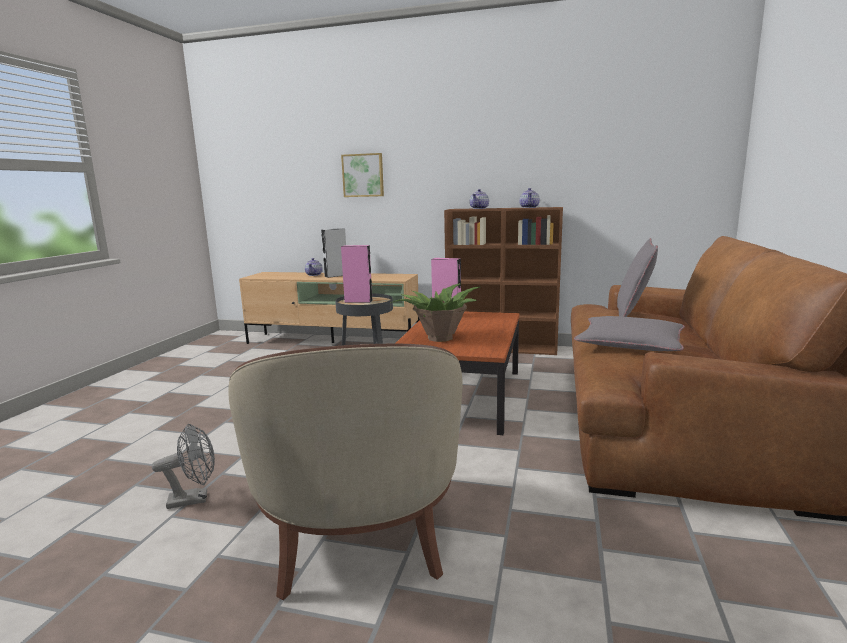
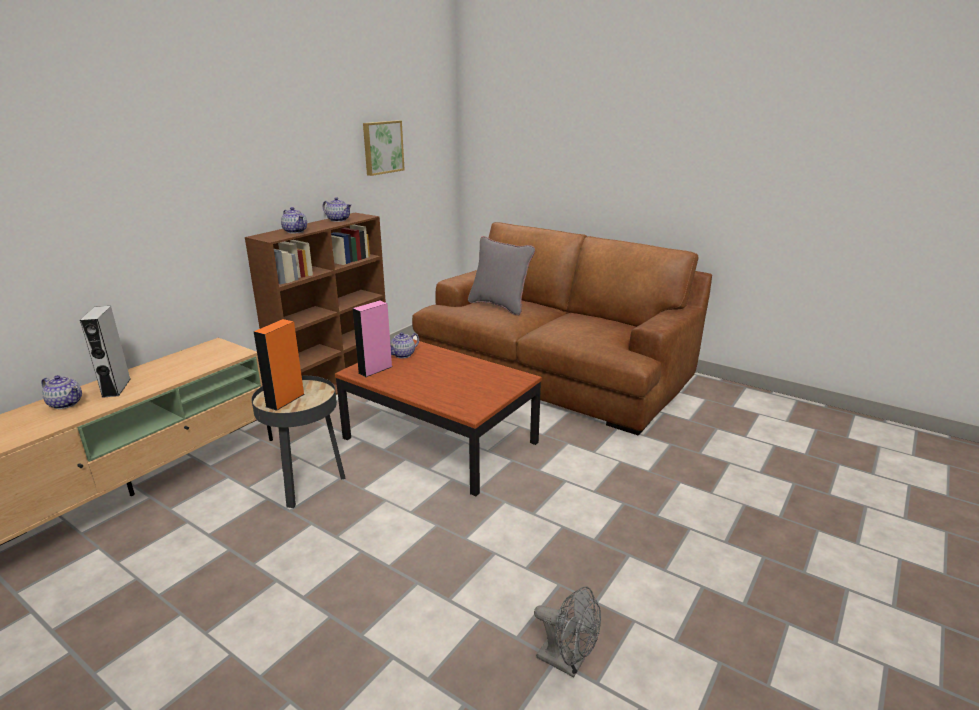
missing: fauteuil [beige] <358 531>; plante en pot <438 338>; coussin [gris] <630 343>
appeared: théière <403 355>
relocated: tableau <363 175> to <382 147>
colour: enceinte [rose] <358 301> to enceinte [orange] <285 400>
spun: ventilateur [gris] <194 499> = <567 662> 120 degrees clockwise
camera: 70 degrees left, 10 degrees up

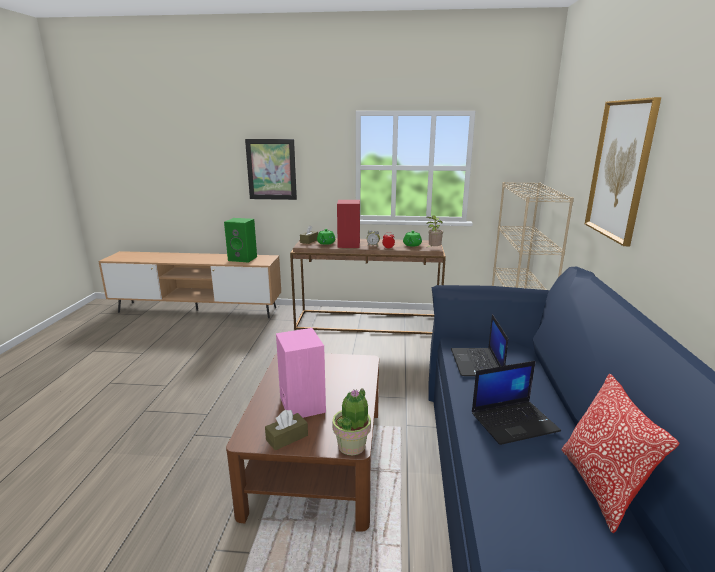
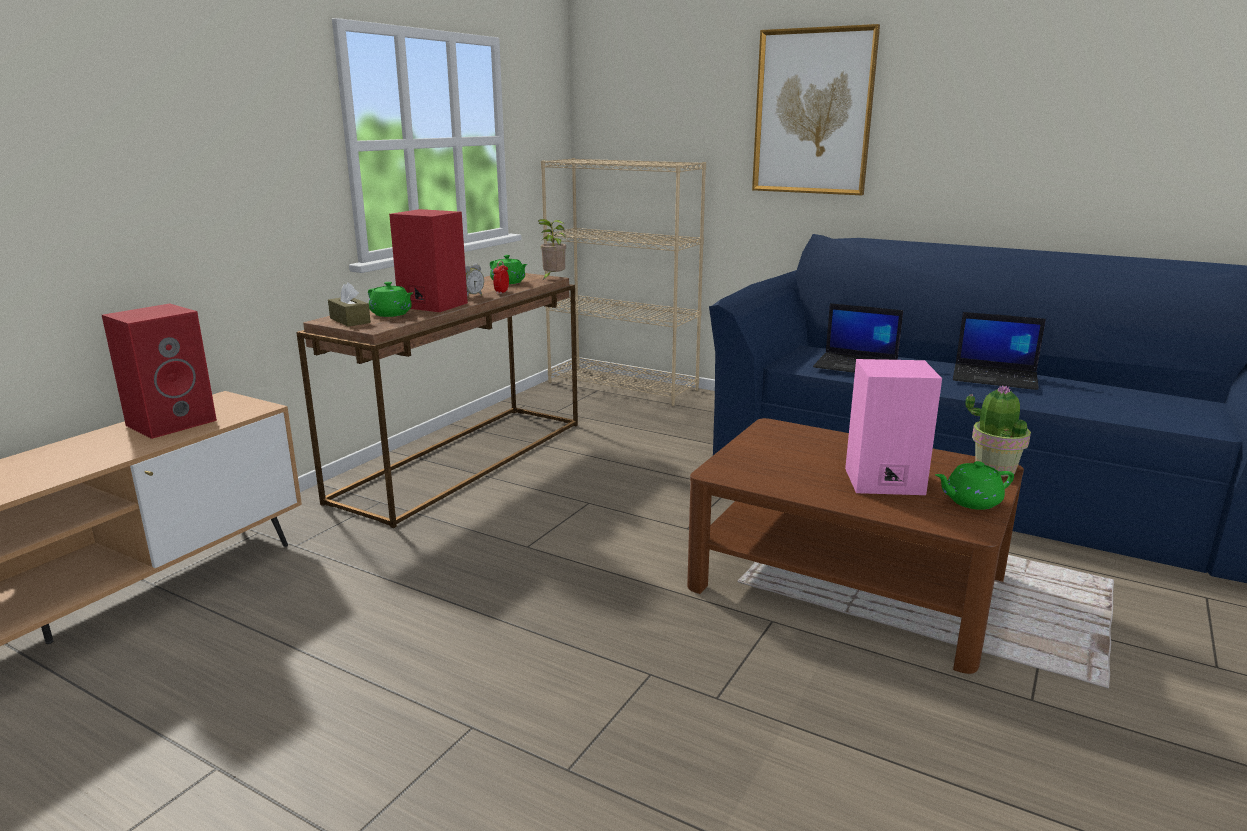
missing: tableau <271 169>; coussin <600 487>
exchanged: boîte à mouchoirs [marron] <287 437> to théière [vert] <971 502>
colour: enceinte [vert] <243 258> to enceinte [rouge] <172 422>
spun: ordinateur portable <514 421> = <996 377> 105 degrees clockwise
camera: 65 degrees left, 0 degrees up

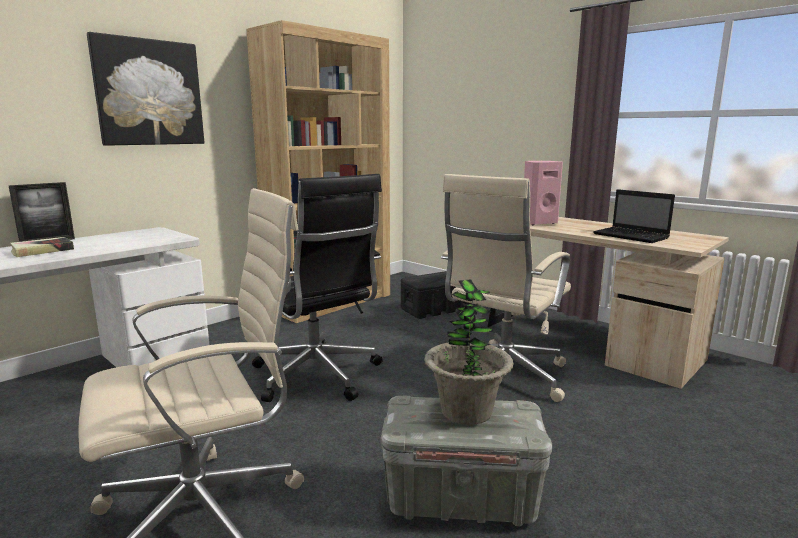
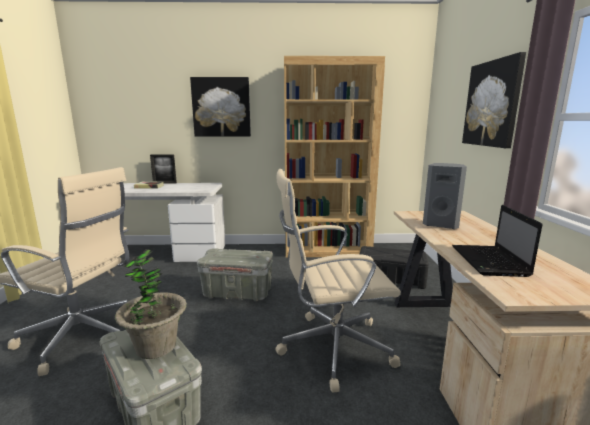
appeared: tableau <492 104>
exchanged: chaise de bureau [noir] <318 376> to boîte de rangement [gris] <237 293>
colour: enceinte [rose] <538 223> to enceinte [gris] <441 225>
camera: 45 degrees right, 0 degrees up

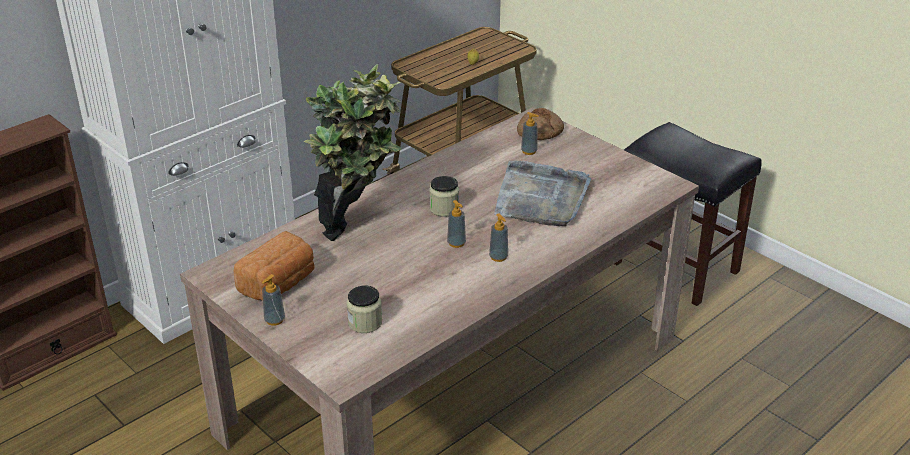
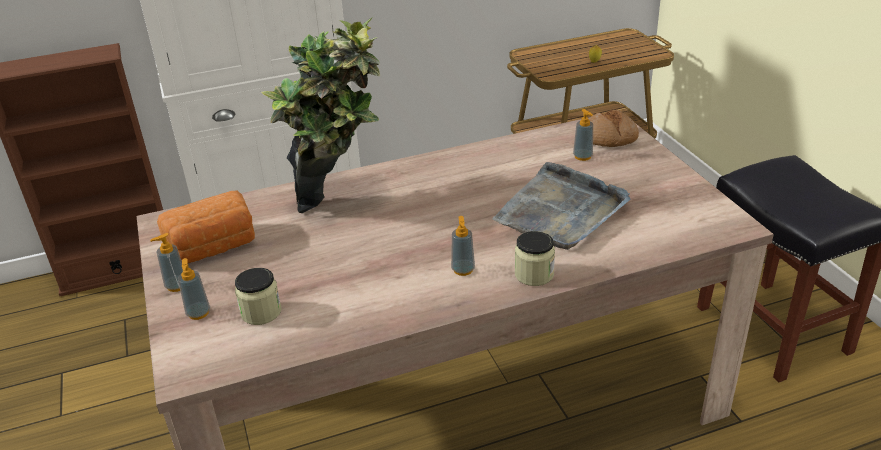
relocated: bocal <444 209> to <534 274>; distributeur de savon <456 243> to <198 313>
camera: 25 degrees right, 0 degrees up

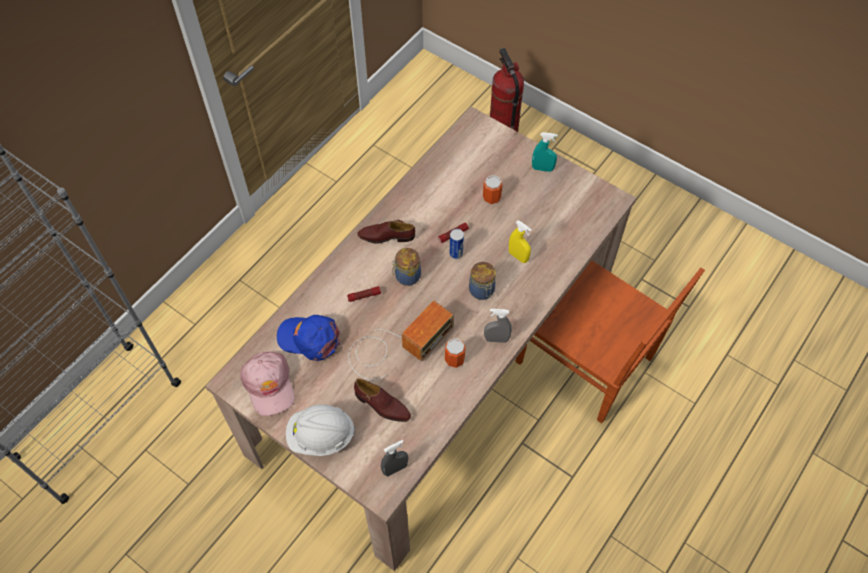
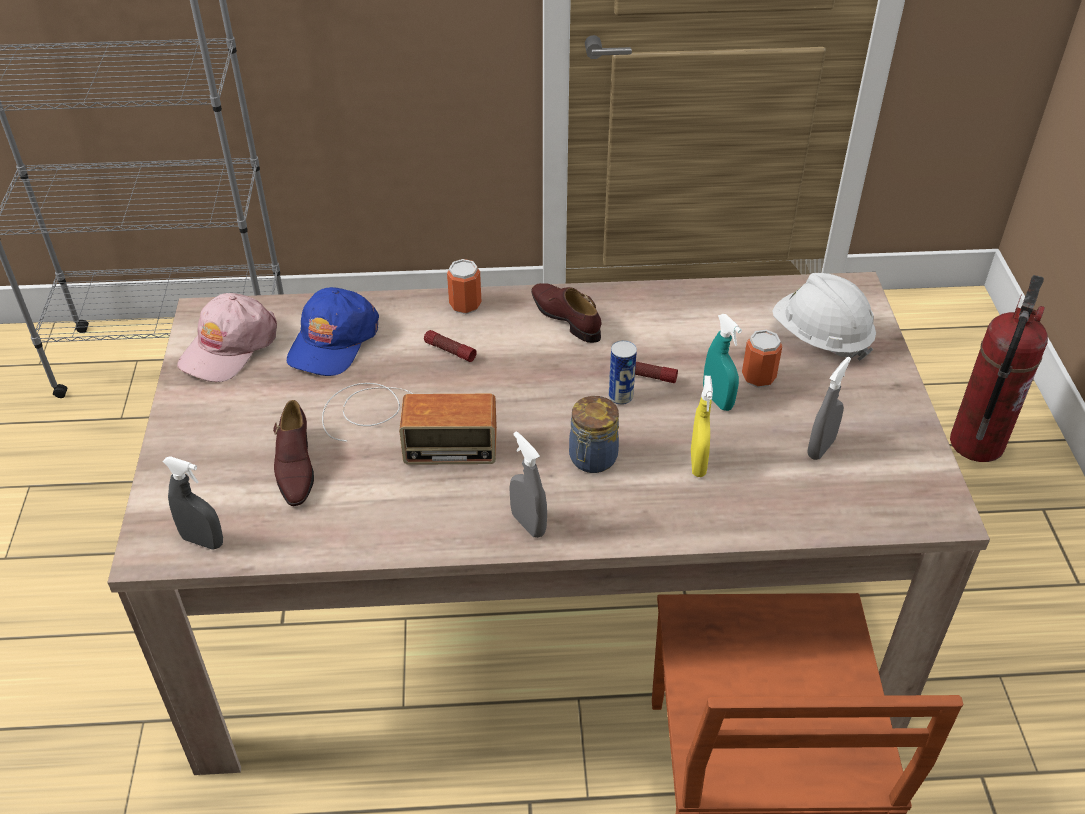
missing: bocal <406 276>
appeared: vaporisateur [gris] <821 448>
relocated: casque de chantier [blanc] <321 436> to <820 338>; boîte métallique <454 359> to <465 305>; vaporisateur [turquoise] <542 168> to <717 400>
spun: casquette [bleu] <309 338> = <332 341> 135 degrees counterclockwise
camera: 50 degrees right, 15 degrees down

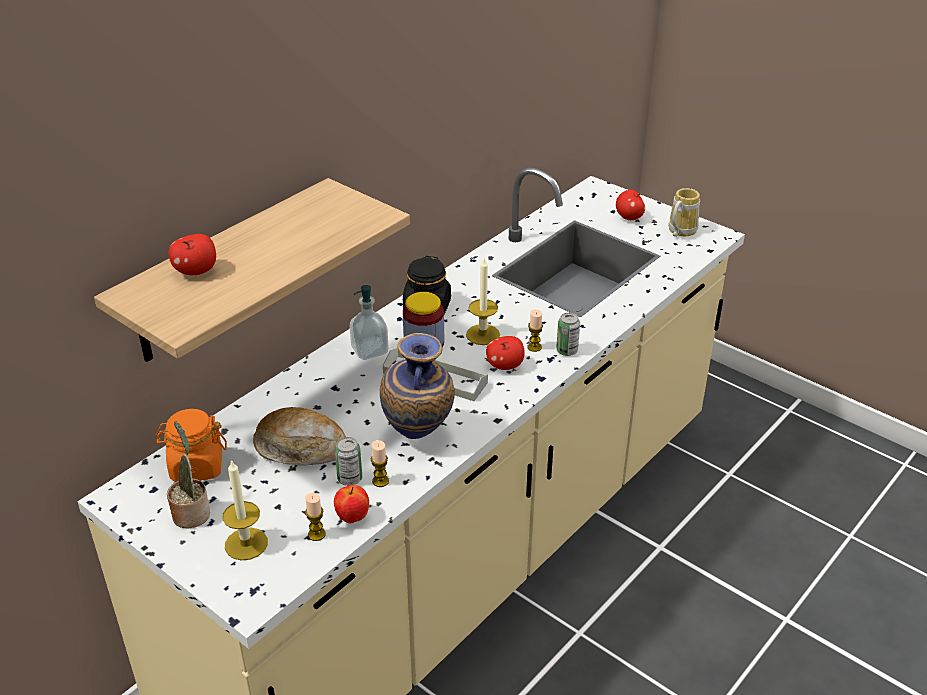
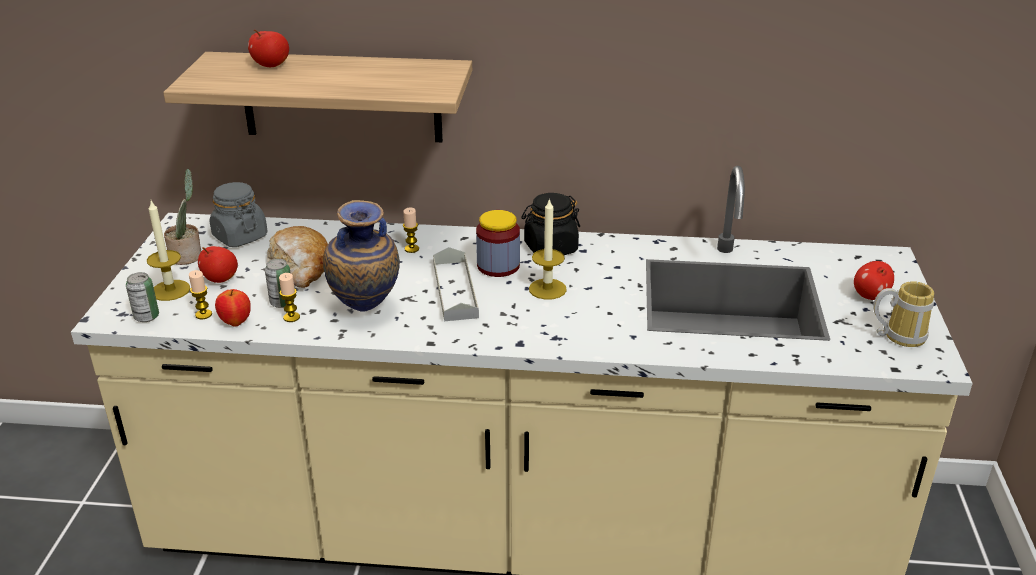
missing: distributeur de savon <370 350>
relocated: pomme <505 366> to <220 279>; bougie <534 347> to <411 249>; boîte métallique <567 351> to <146 317>
colour: bocal [orange] <196 466> to bocal [gris] <240 236>
camera: 55 degrees right, 5 degrees down

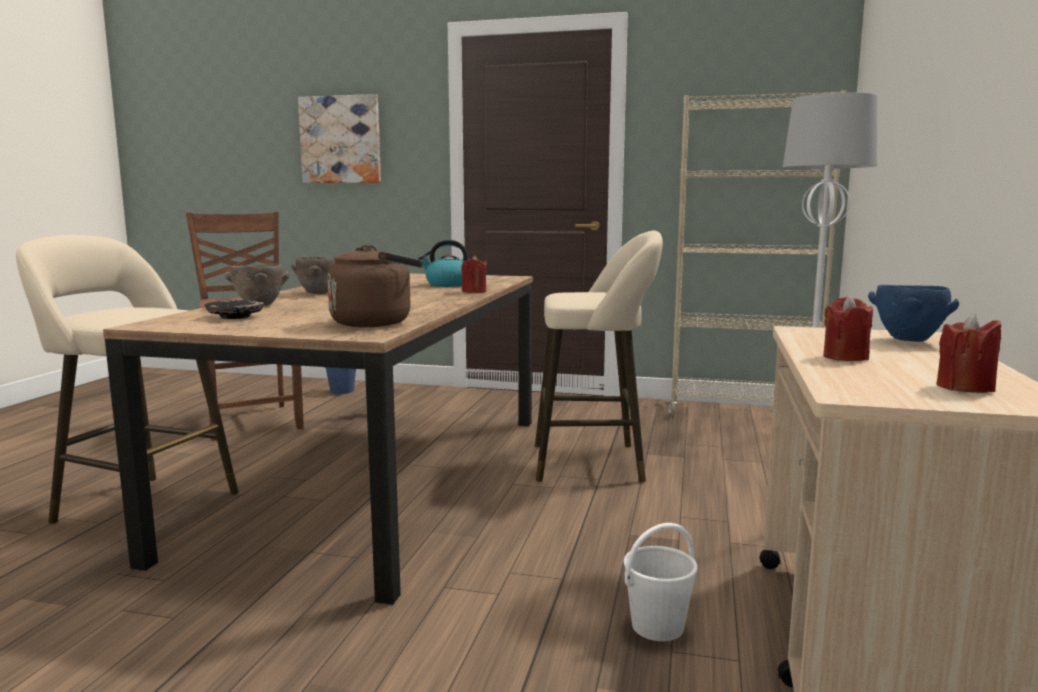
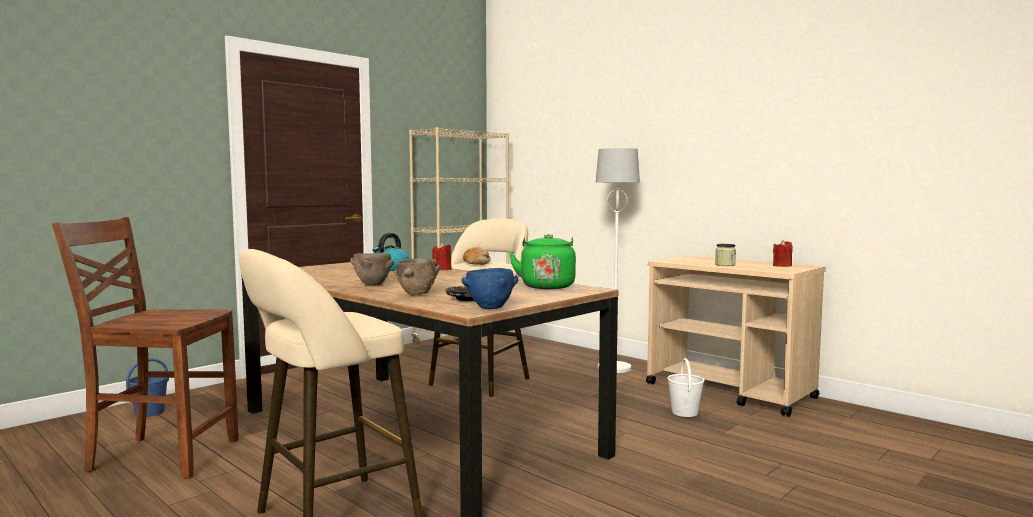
missing: tableau <341 140>
appeared: pain <477 263>
relocated: bol [bleu] <910 341> to <491 308>
exchanged: bougie [rouge] <845 357> to bocal <725 265>
colour: bouilloire [marron] <376 322> to bouilloire [vert] <547 286>
camera: 60 degrees left, 5 degrees down

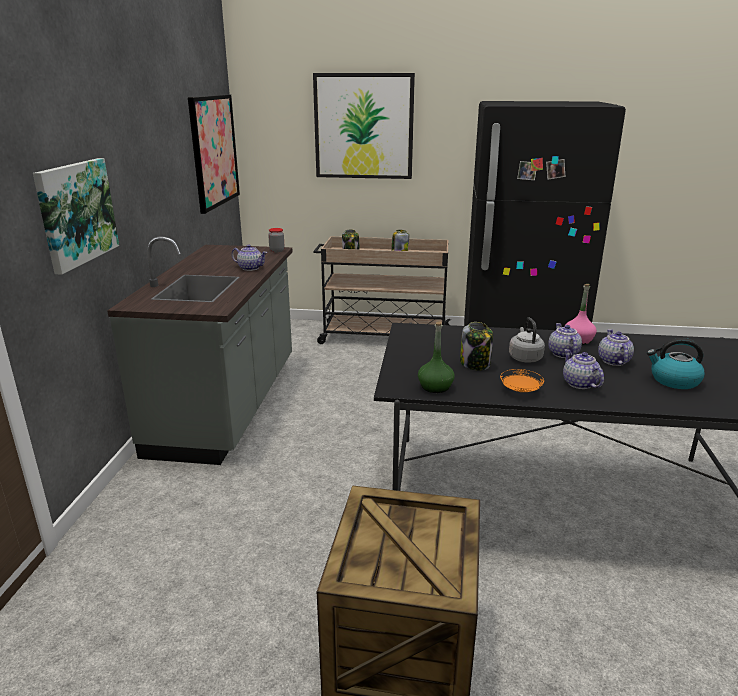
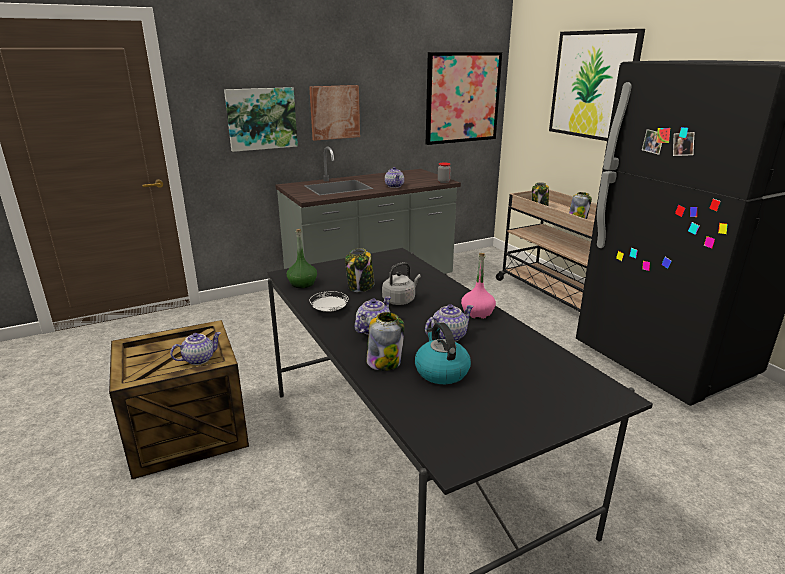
appeared: tableau <334 112>; bocal <384 362>
relocated: théière <562 354> to <199 359>
colour: assiette [orange] <520 391> to assiette [blanc] <329 311>
camera: 55 degrees right, 0 degrees up

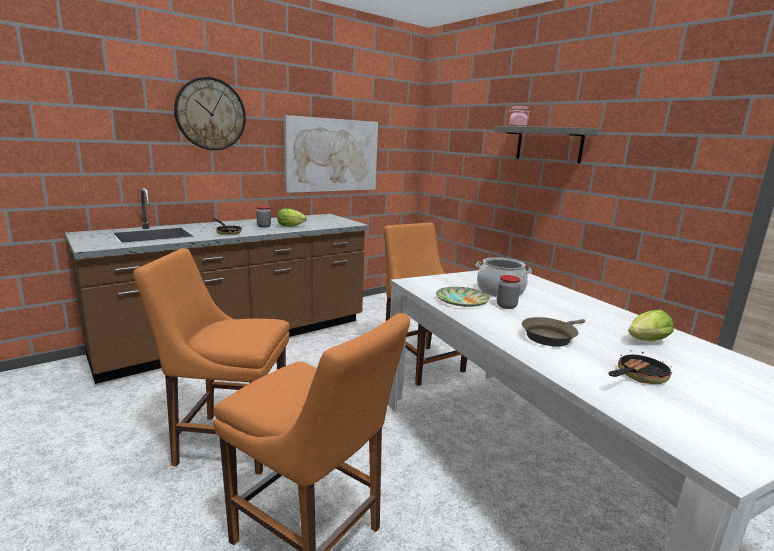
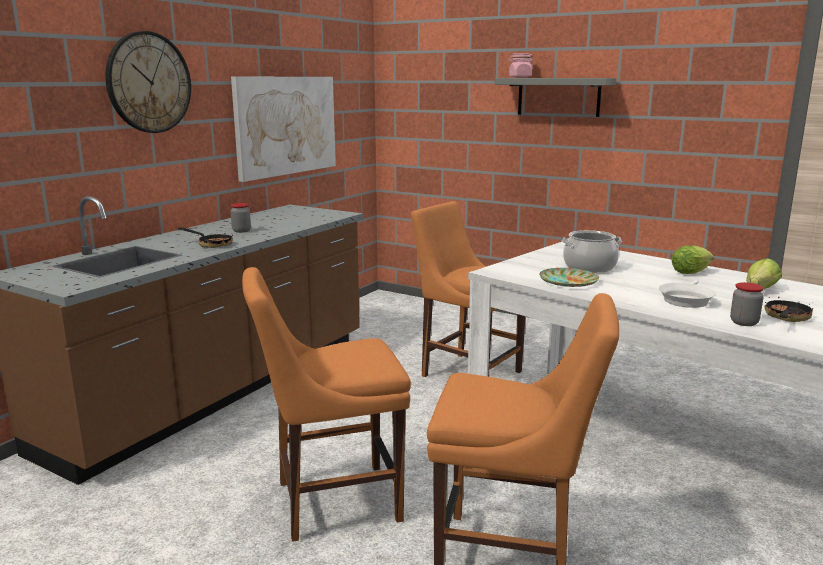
relocated: laitue <292 226> to <692 272>; bocal <506 306> to <744 322>
colour: poêle [marron] <550 336> to poêle [blanc] <685 300>
camera: 20 degrees left, 0 degrees up

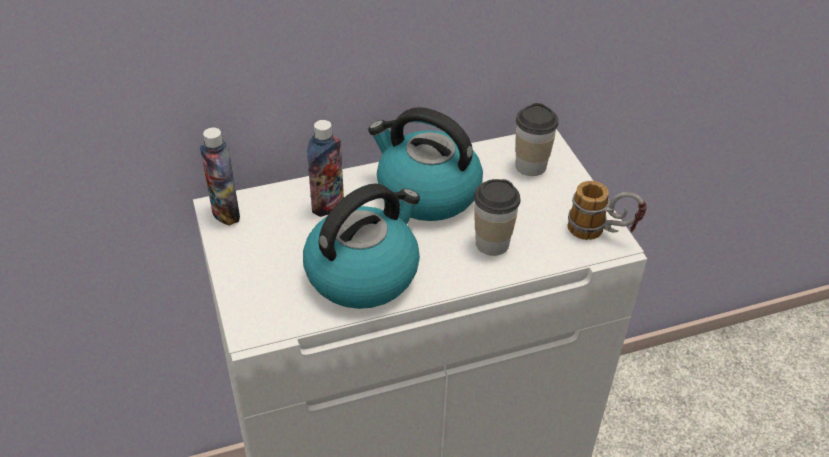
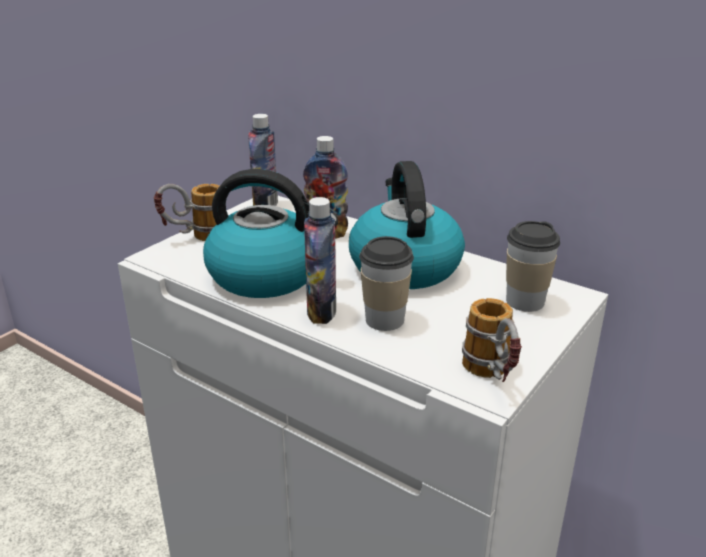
appeared: mug <195 237>; bouteille <321 312>
camera: 55 degrees right, 15 degrees down

